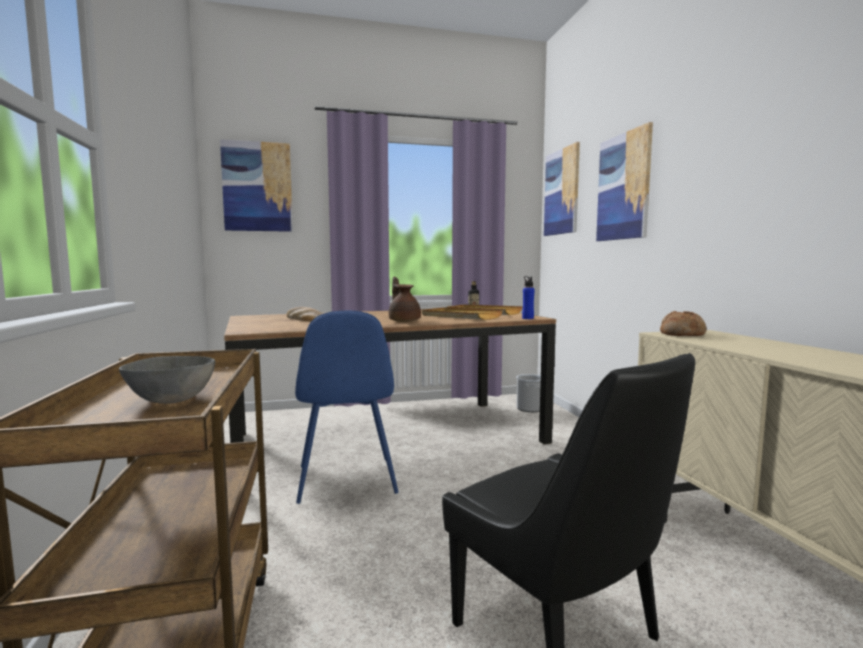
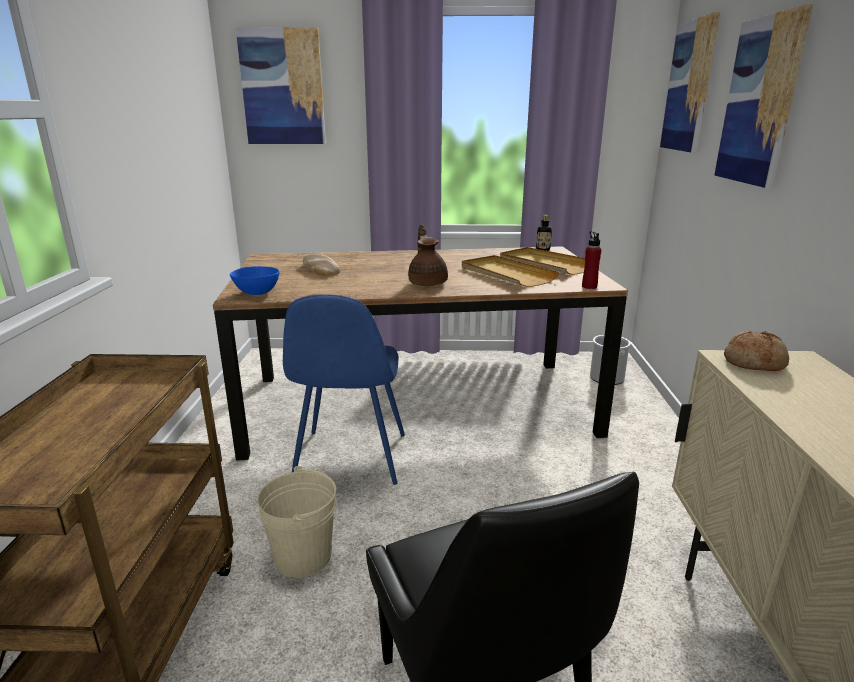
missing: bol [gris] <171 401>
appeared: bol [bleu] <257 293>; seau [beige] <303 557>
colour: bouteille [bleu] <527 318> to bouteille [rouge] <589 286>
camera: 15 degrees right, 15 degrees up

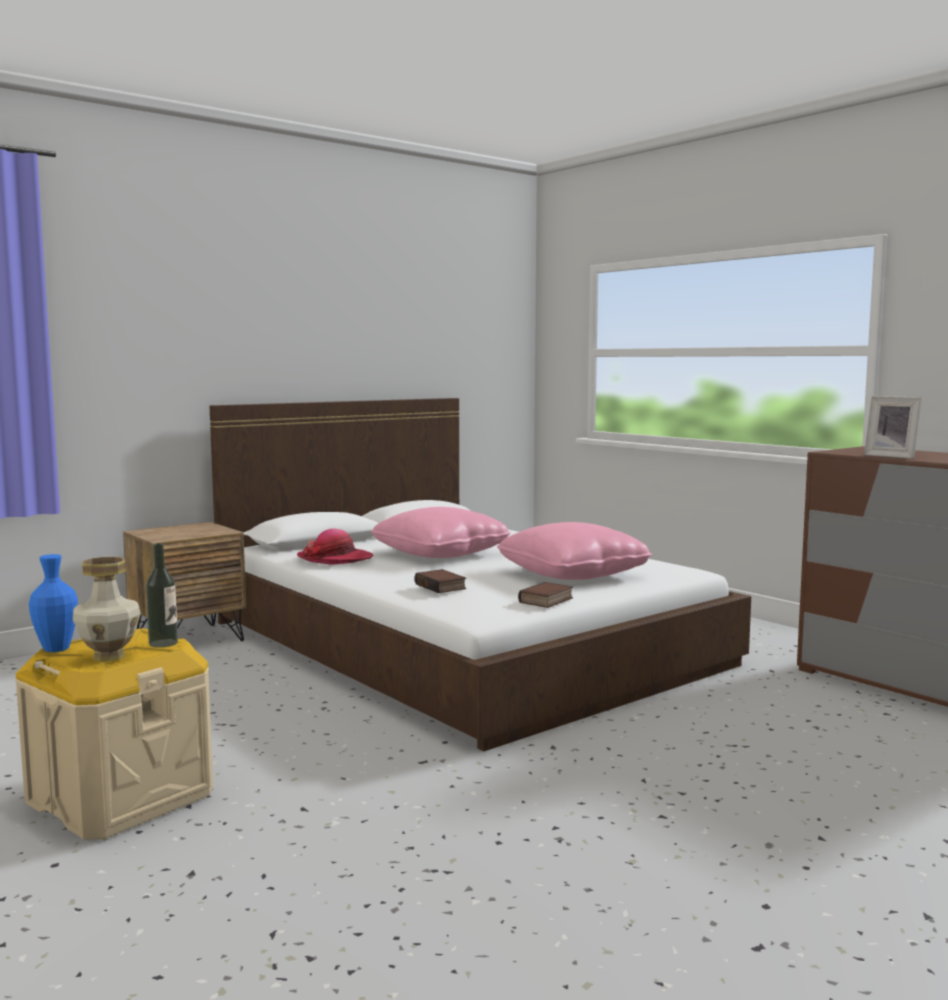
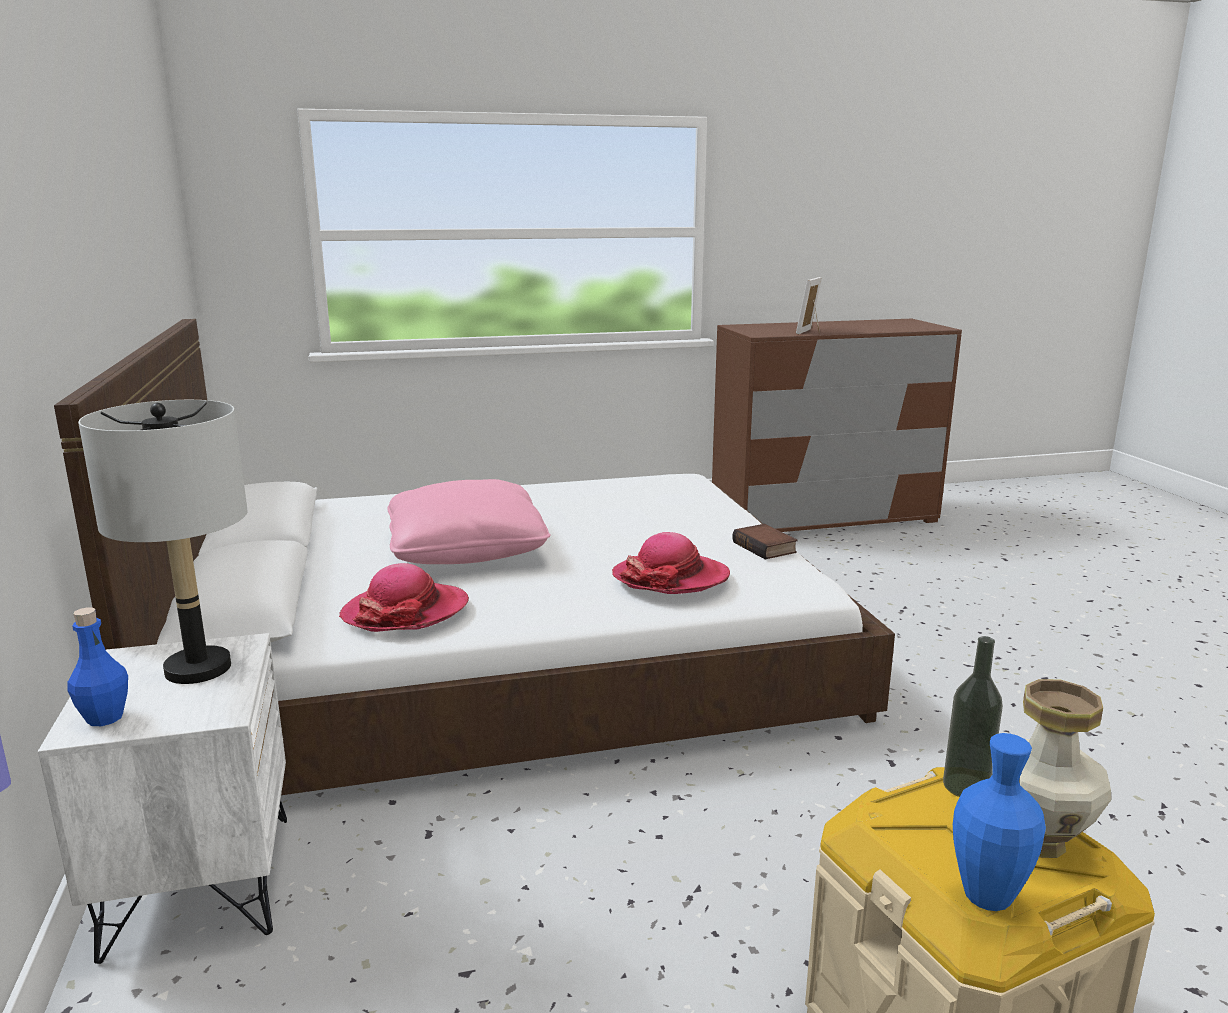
missing: coussin [rose] <573 574>
appeared: bouteille [bleu] <105 718>; lampe de table [gris] <197 669>
exchanged: livre <442 586> to chapeau <670 578>
colour: table de chevet [marron] <187 640> to table de chevet [blanc] <198 885>
spun: cadre photo <892 456> = <811 332> 135 degrees clockwise
camera: 65 degrees left, 10 degrees up

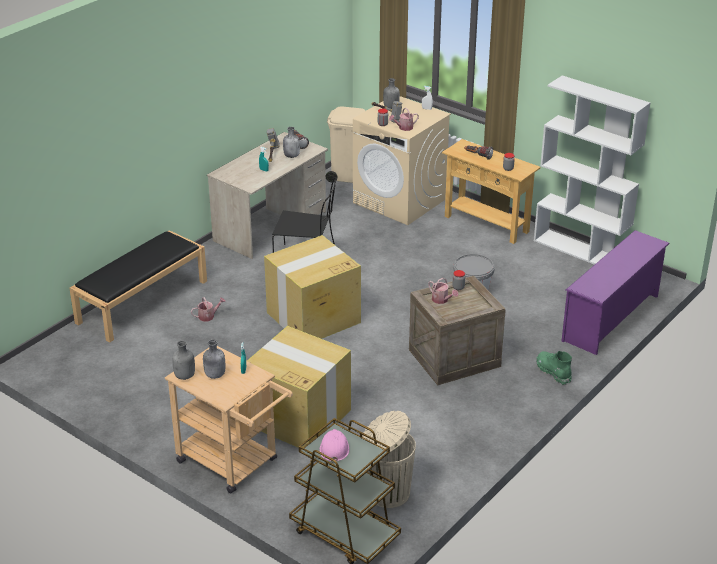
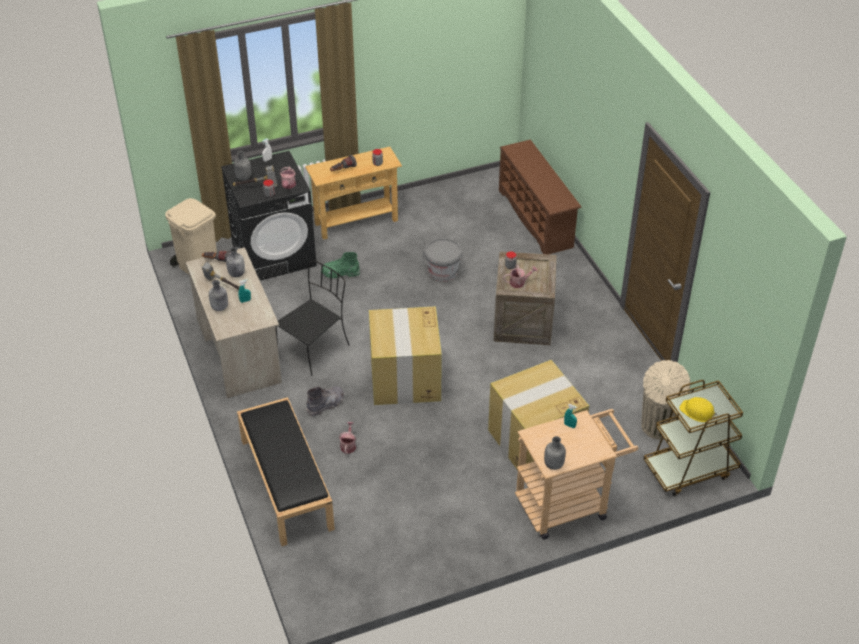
missing: bibliothèque [blanc] <581 250>
appeared: botte [gris] <326 404>
relocated: bouteille [gris] <214 375> to <220 308>; botte [vert] <553 372> to <340 273>
colour: casque de chantier [rose] <334 448> to casque de chantier [jaune] <697 412>; lave-linge [beige] <400 201> to lave-linge [noir] <274 254>; étagère à chaussures [violet] <612 318> to étagère à chaussures [marron] <536 219>
camera: 60 degrees left, 10 degrees up

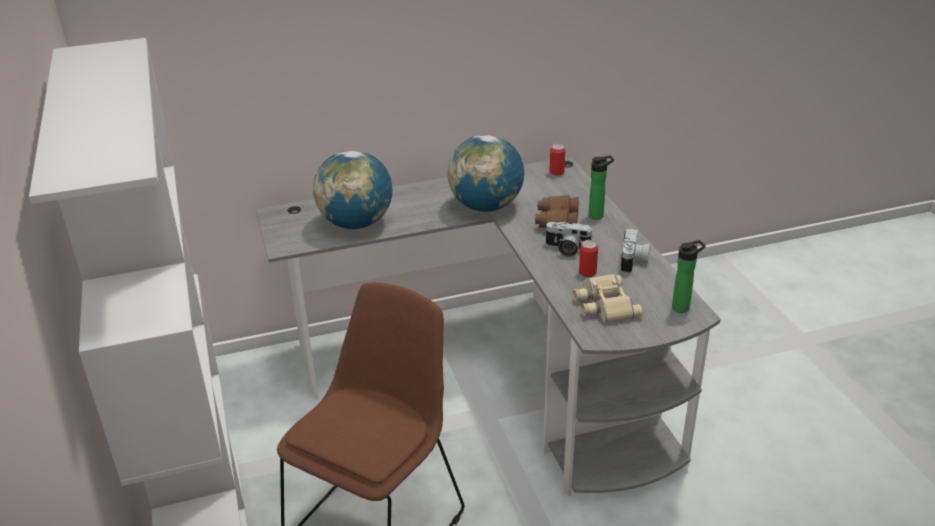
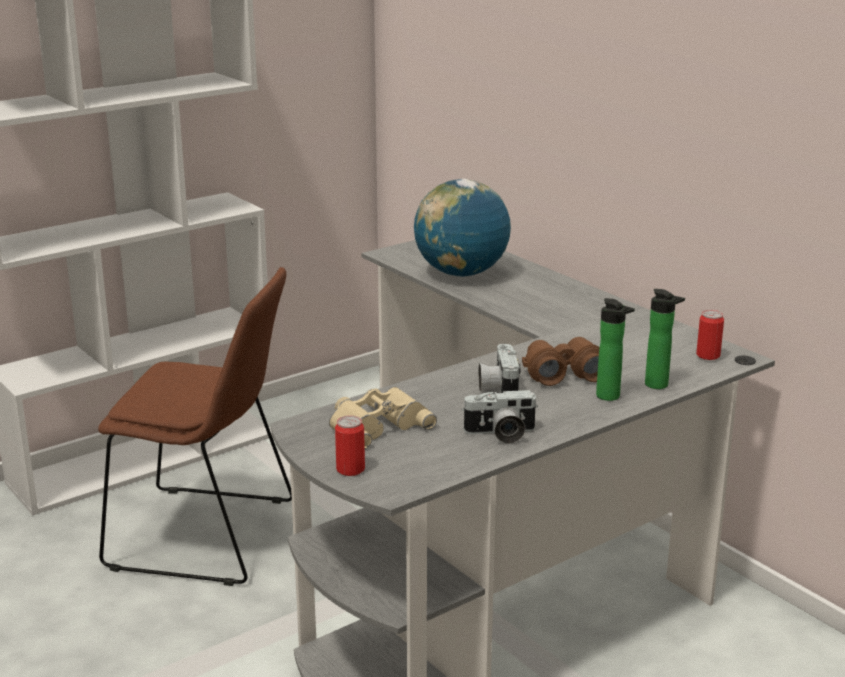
missing: globe <486 207>
relocated: boîte métallique <587 272> to <350 469>; bouteille <683 307> to <659 386>
camera: 70 degrees right, 10 degrees down

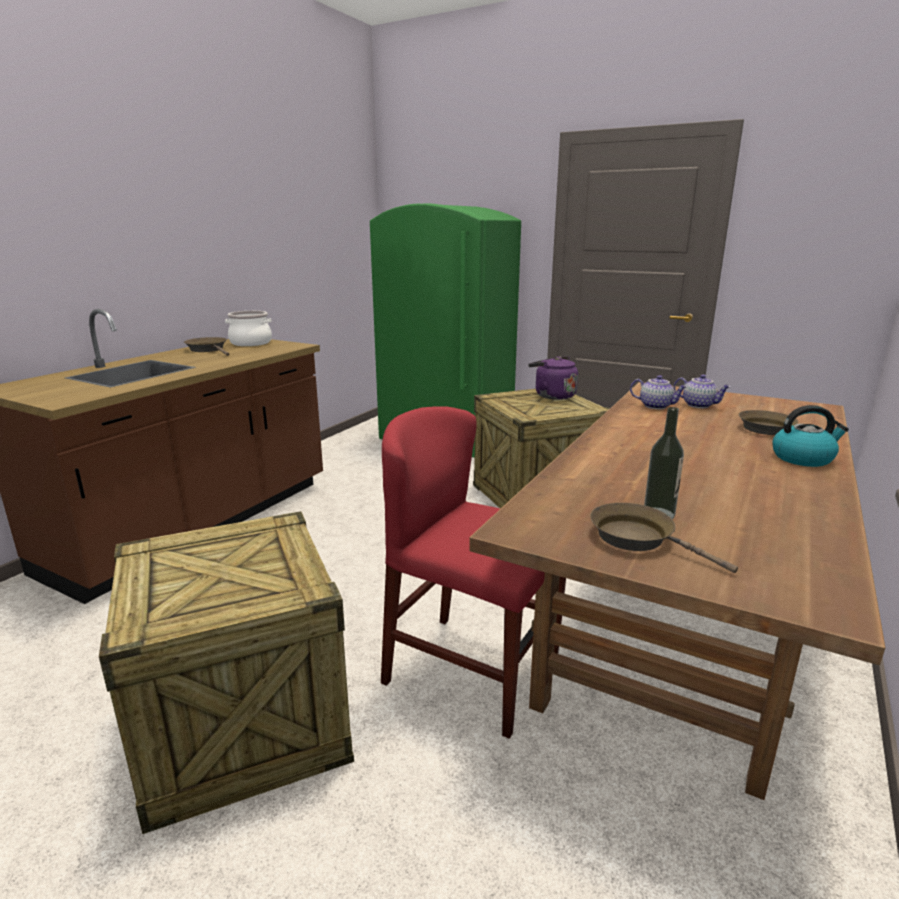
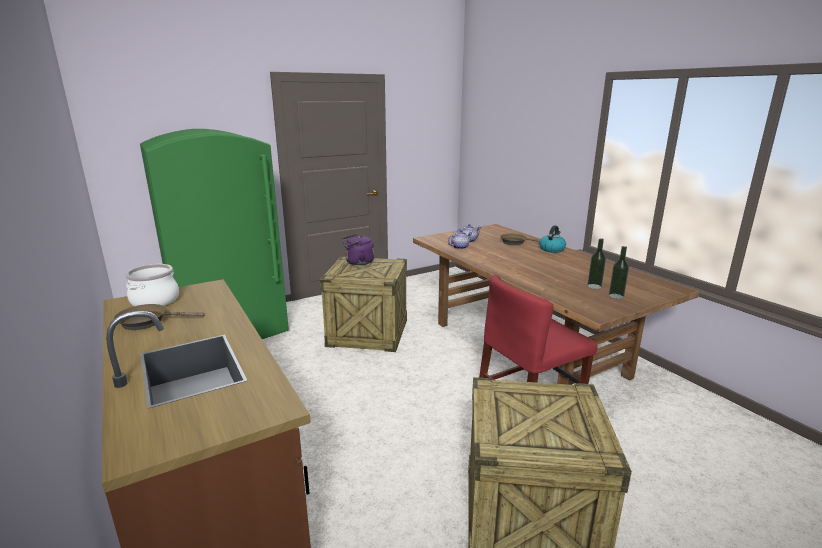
exchanged: poêle [marron] <638 538> to bouteille <616 296>
camera: 60 degrees left, 0 degrees up

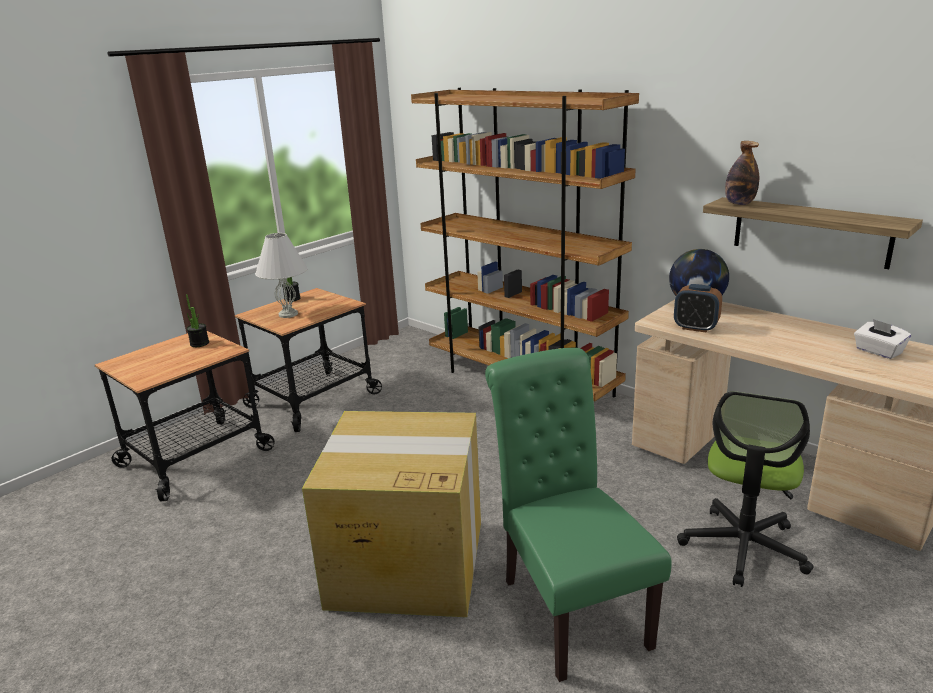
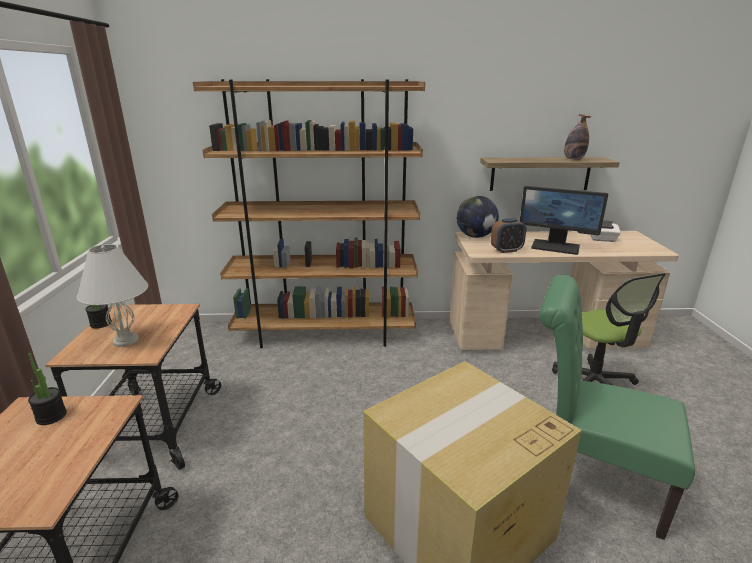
appeared: écran d'ordinateur <556 247>
relocated: bouteille <739 204> to <573 159>
camera: 45 degrees left, 0 degrees up

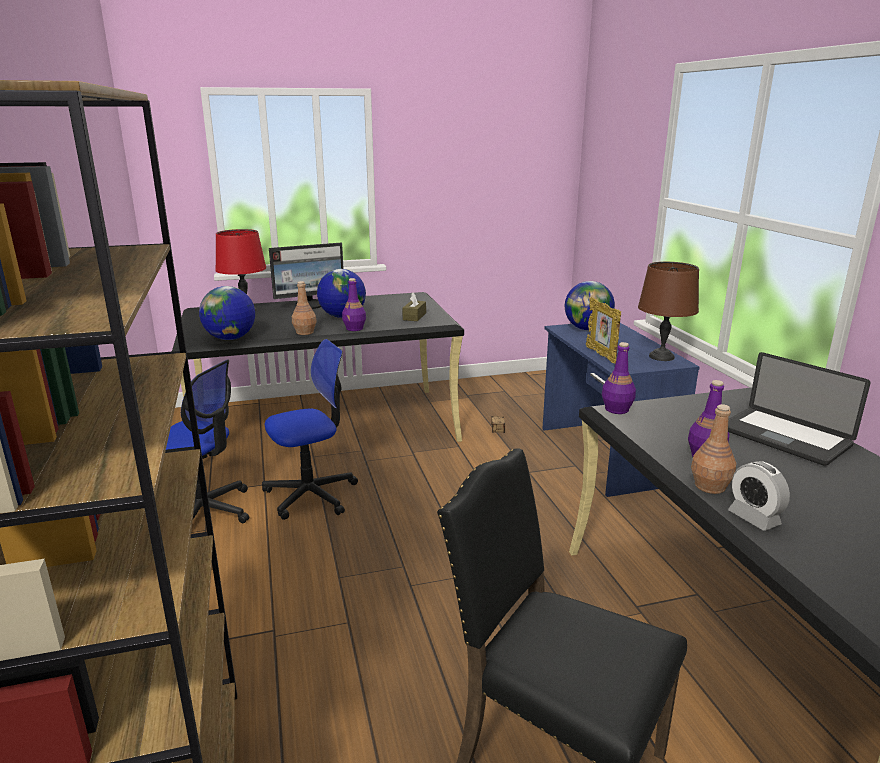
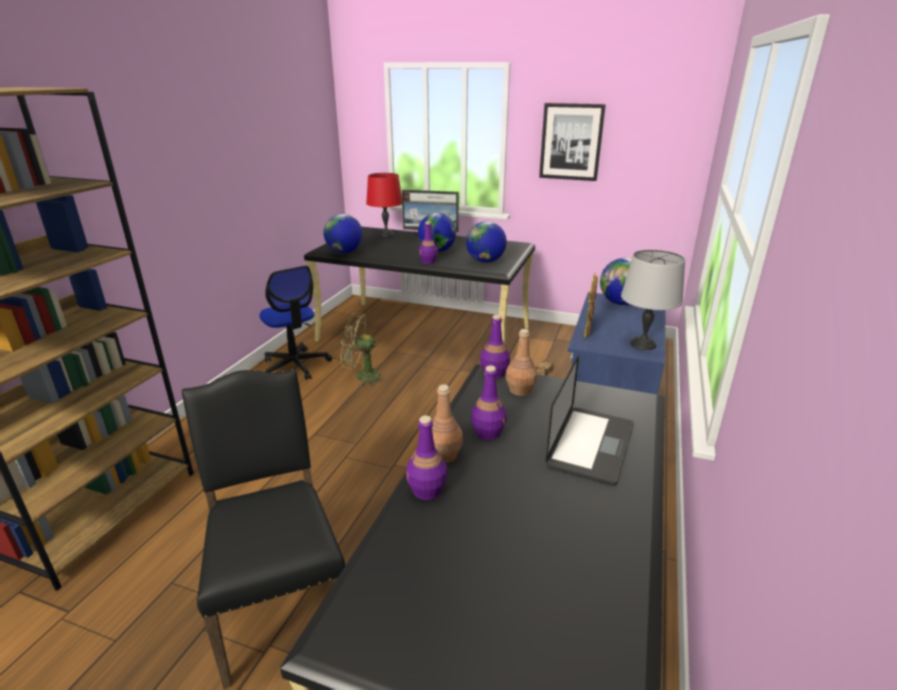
appeared: tableau <571 142>
relocated: bouteille [marron] <305 332> to <520 390>
exchanged: chaise de bureau <311 495> to ventilateur [vert] <362 376>; boîte à mouchoirs [marron] <414 316> to globe <485 261>; réveil <754 518> to bouteille [violet] <427 490>
colour: lampe de table [marron] <661 356> to lampe de table [gris] <643 344>
spun: ordinateur portable <784 437> = <590 445> 150 degrees counterclockwise
camera: 35 degrees right, 5 degrees up

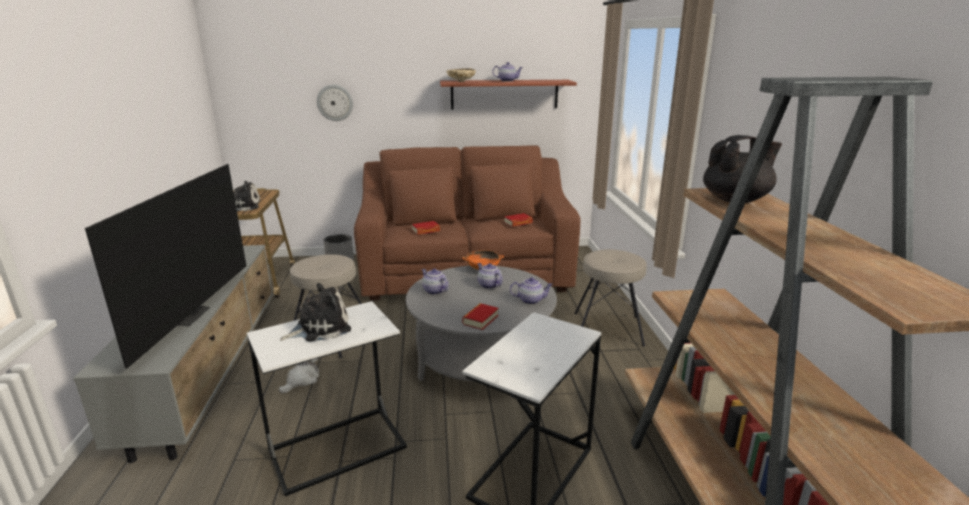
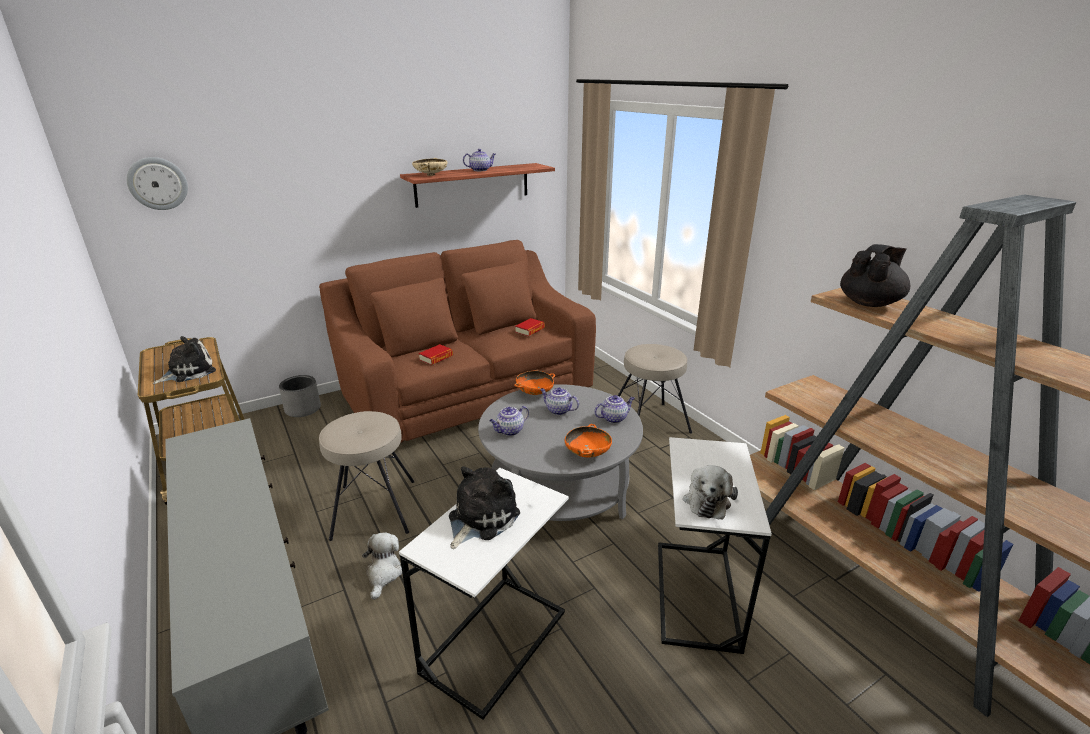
missing: téléviseur <187 315>
appeared: peluche <707 500>
relocated: horloge murale <335 102> to <157 183>
exchanged: livre <480 320> to bol [orange] <587 453>
spun: théière <434 291> = <509 431> 60 degrees counterclockwise
camera: 25 degrees left, 5 degrees up

